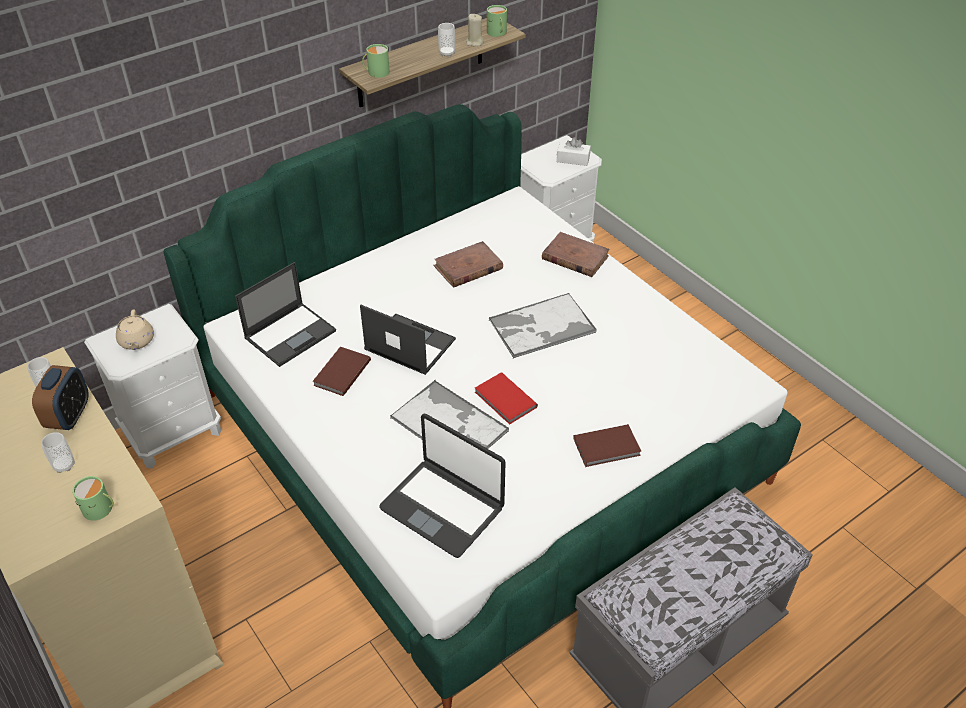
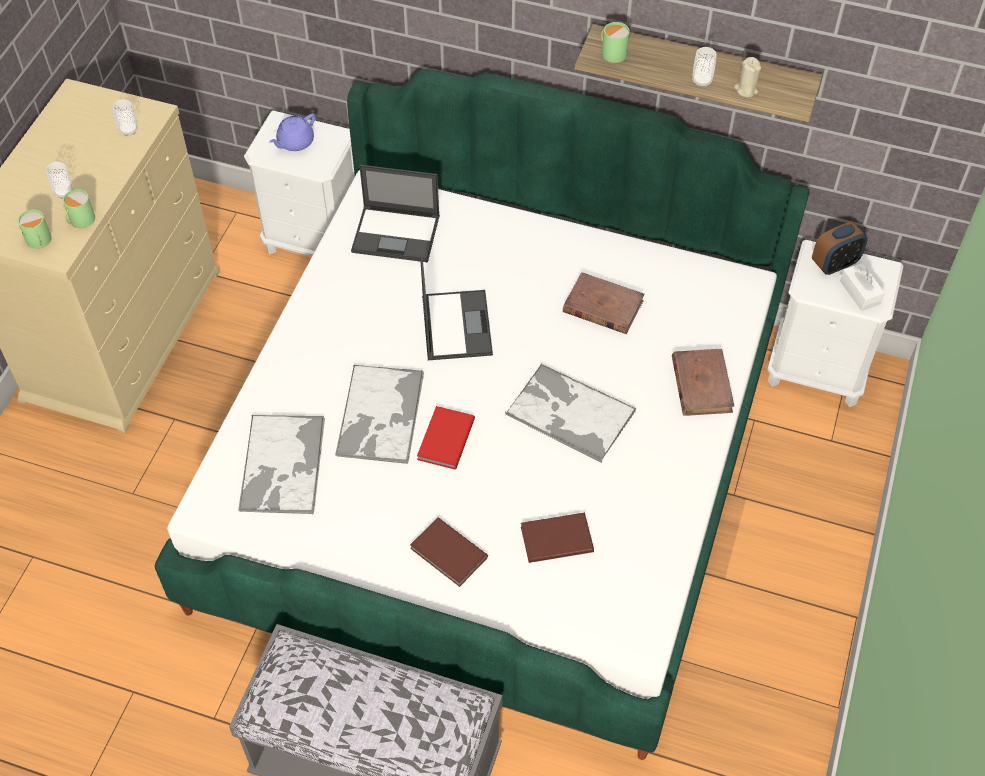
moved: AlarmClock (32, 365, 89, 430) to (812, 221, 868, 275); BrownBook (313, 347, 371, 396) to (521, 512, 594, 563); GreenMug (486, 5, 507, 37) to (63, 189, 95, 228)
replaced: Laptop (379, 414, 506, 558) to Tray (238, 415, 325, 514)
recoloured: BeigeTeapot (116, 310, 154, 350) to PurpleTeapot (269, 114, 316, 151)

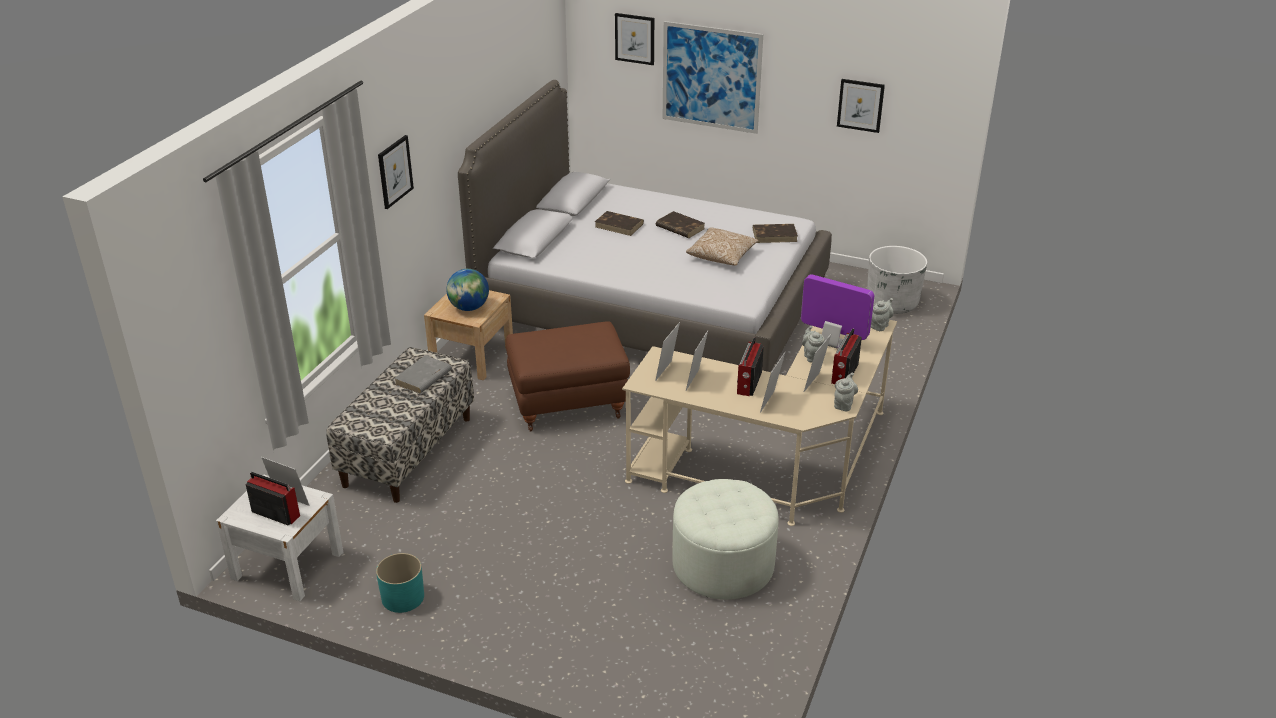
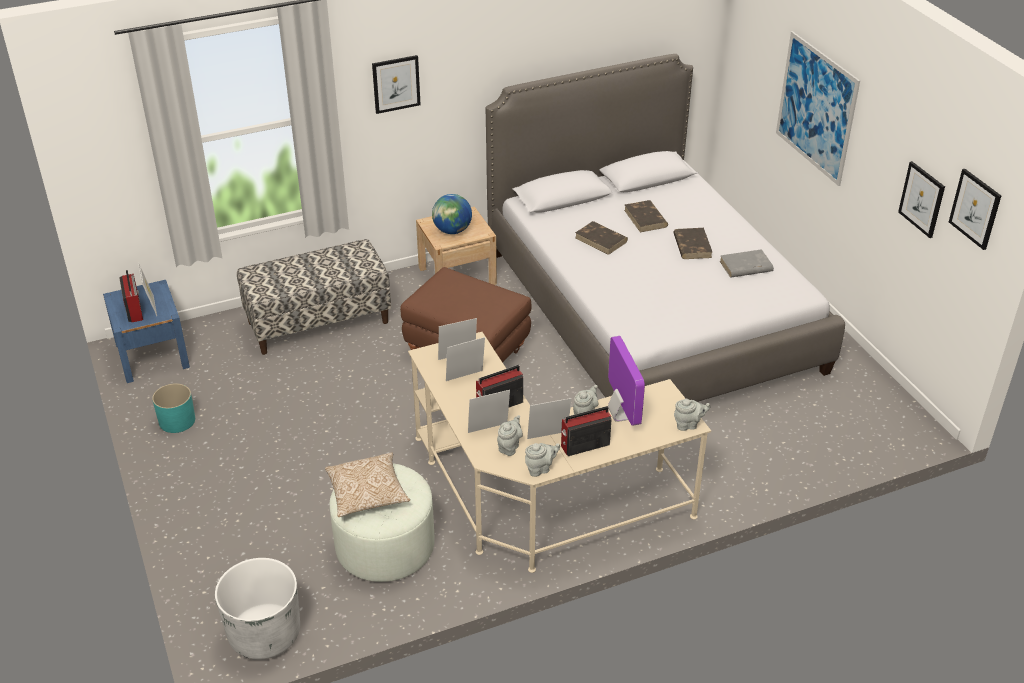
added: GreyTeapot (497, 415, 523, 456)
moved: GreyBook (394, 355, 452, 394) to (720, 249, 774, 278); Picture (615, 13, 654, 65) to (949, 169, 1001, 250); Pillow (686, 227, 759, 266) to (325, 453, 410, 517); BrownBook (753, 224, 798, 243) to (575, 221, 628, 255); WhitePlanter (867, 246, 927, 314) to (215, 558, 300, 660)
recoloured: WhiteNightstand (216, 475, 343, 601) to BlueNightstand (103, 280, 190, 383)

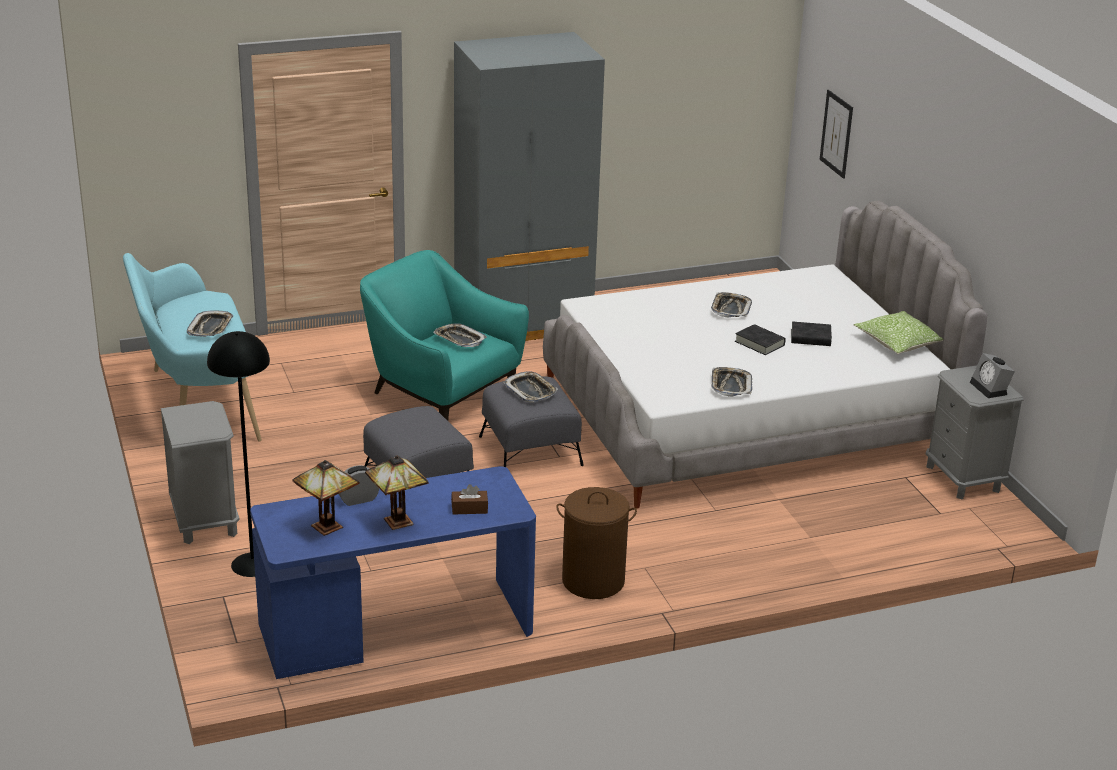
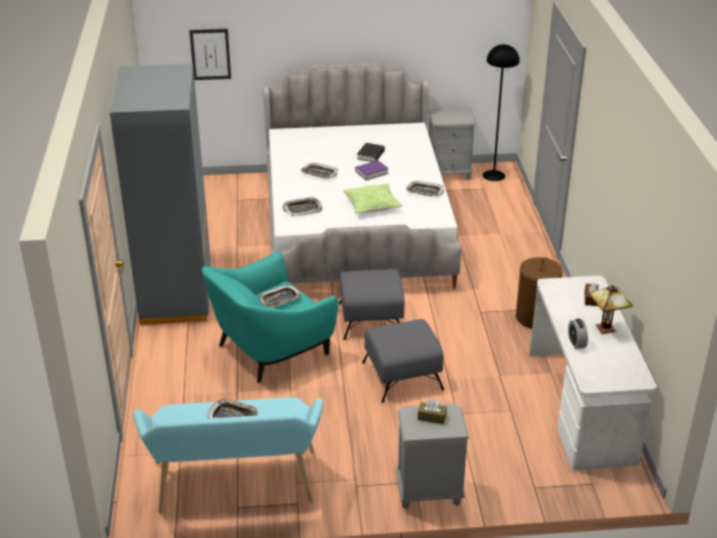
removed: TableLamp (293, 460, 360, 536); AlarmClock (970, 353, 1015, 398)
added: BrownTissueBox (418, 399, 447, 424)
moved: BlackFloorLamp (207, 331, 270, 577) to (482, 44, 520, 181); Tray (503, 371, 558, 403) to (282, 197, 322, 216); Pillow (854, 311, 943, 354) to (343, 183, 402, 214)
recoloured: BlueDesk (250, 466, 536, 679) to WhiteDesk (529, 276, 657, 470); BlackBook (735, 324, 786, 355) to PurpleBook (355, 160, 389, 181)

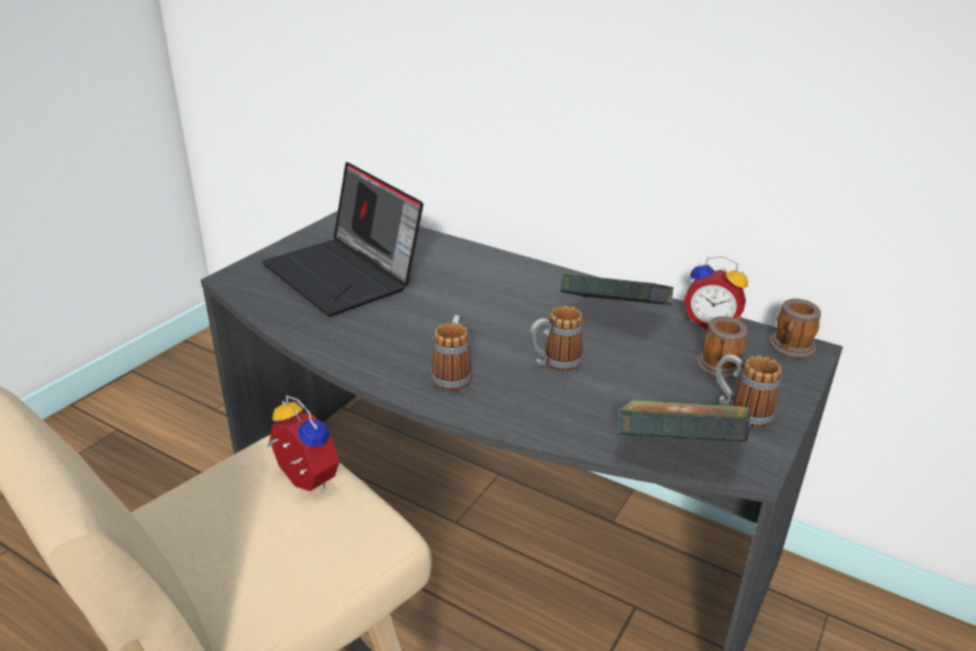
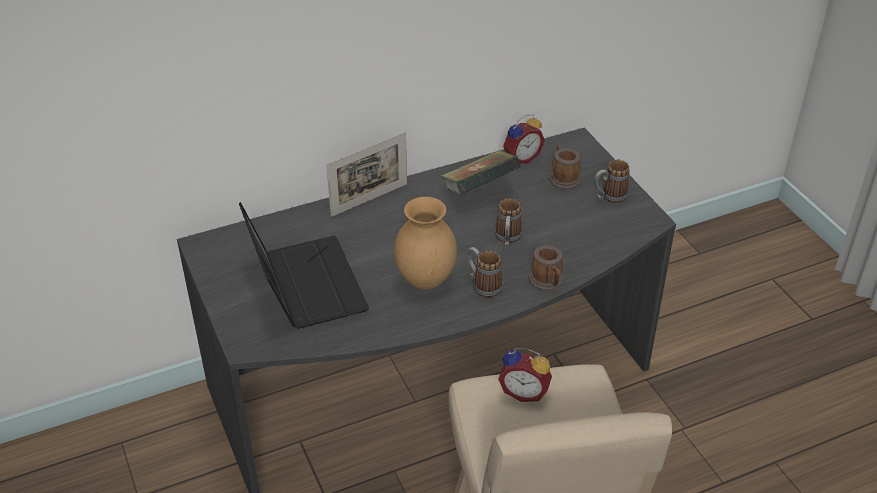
removed: Book (618, 400, 750, 442)
added: PictureFrame (326, 132, 407, 217); BrownVase (394, 197, 457, 289)
moved: Mug (769, 299, 821, 358) to (529, 245, 563, 291)
turned: Laptop (262, 162, 423, 316) = (239, 202, 369, 329) 105 degrees counterclockwise; AlarmClock (266, 395, 340, 492) = (498, 348, 552, 402) 150 degrees counterclockwise

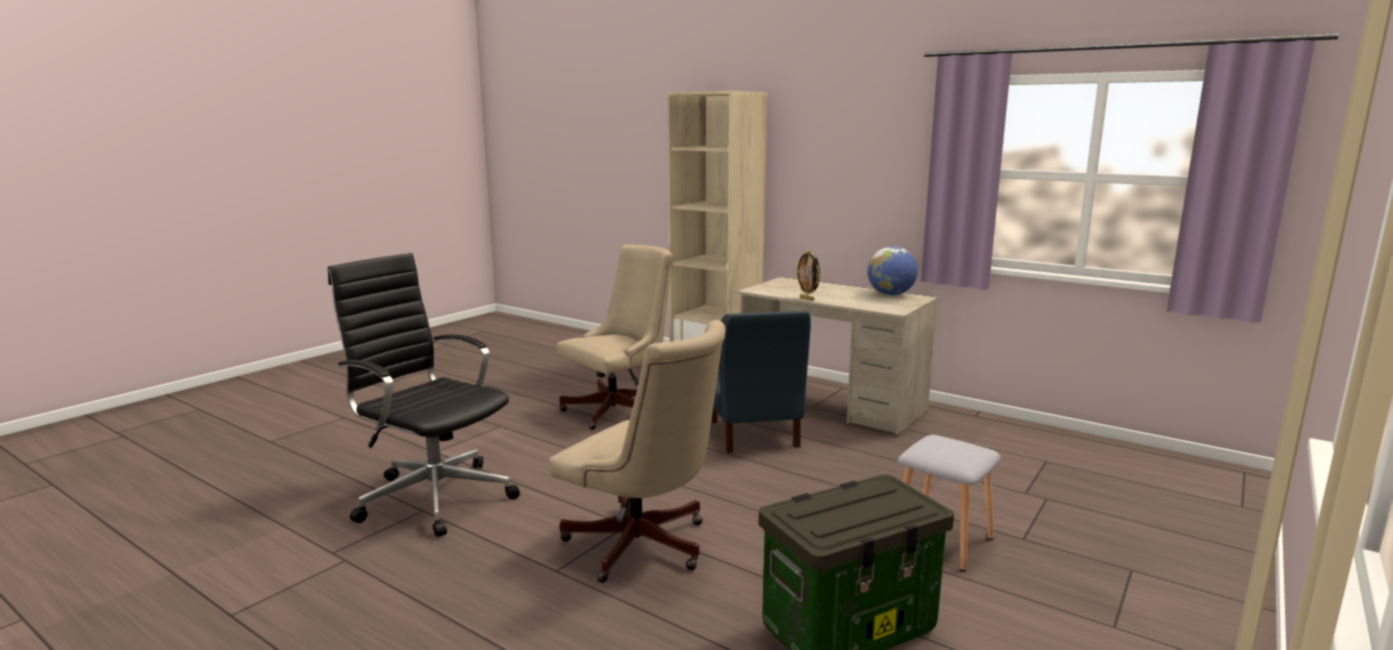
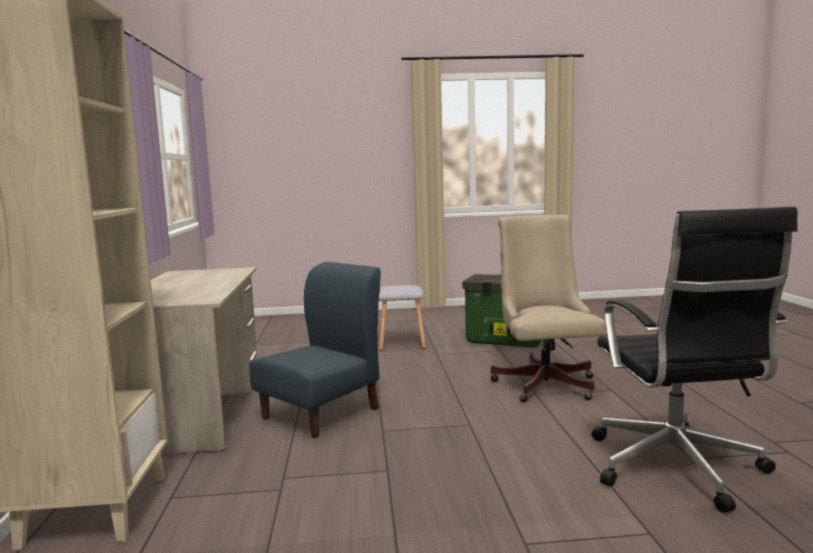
removed: BeigeOfficeChair (557, 245, 674, 430); PictureFrame (795, 250, 821, 301); Globe (868, 246, 918, 296)

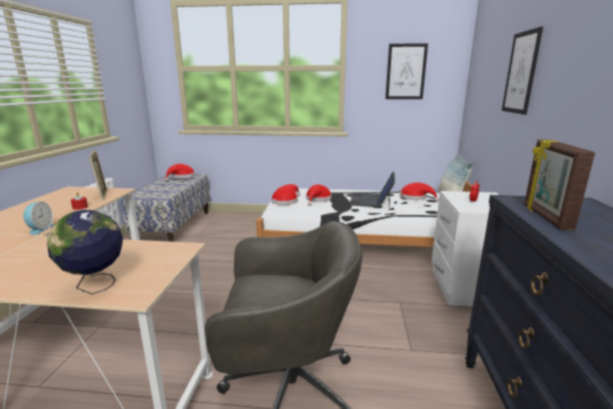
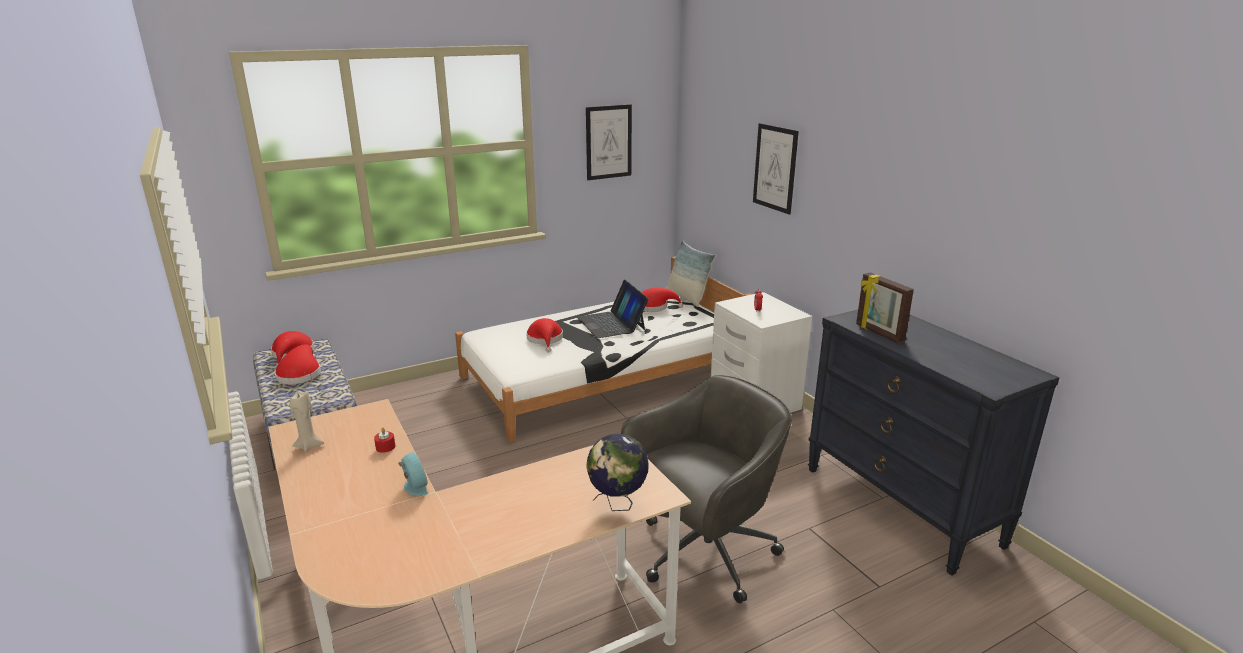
removed: PictureFrame (89, 150, 107, 200)
added: BeigeCandle (290, 391, 324, 452)
moved: RedHat (271, 184, 300, 205) to (275, 345, 321, 384)

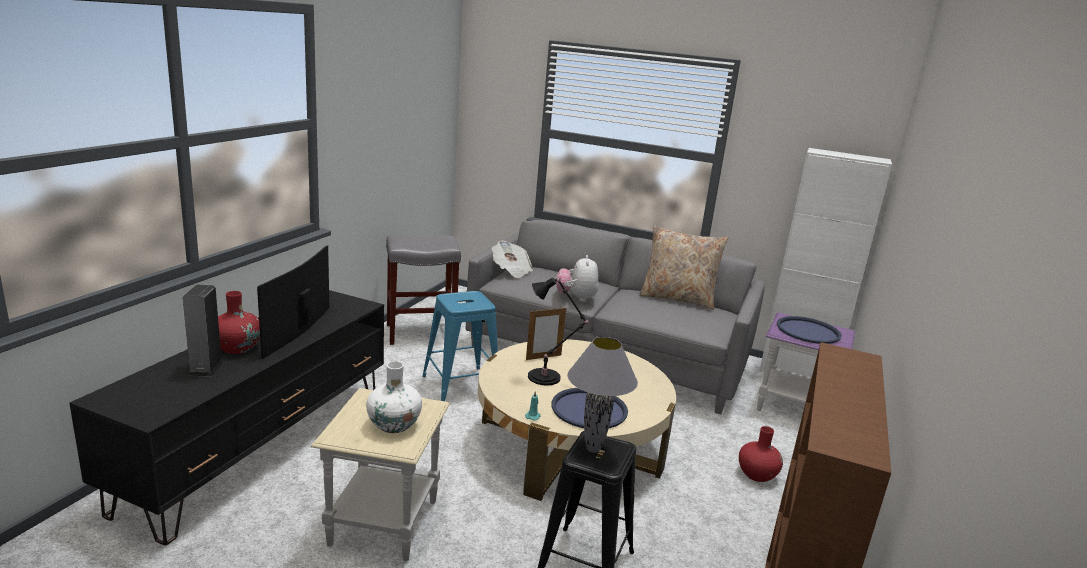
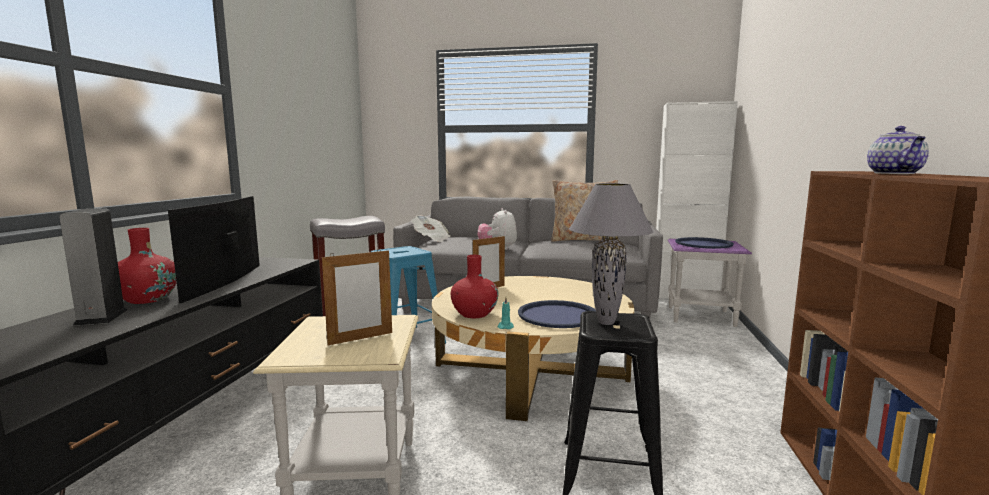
removed: BlackTableLamp (528, 278, 588, 385)
added: Teapot (867, 126, 929, 174)
moved: RedVase (739, 426, 783, 482) to (451, 255, 498, 318)
replaced: WhiteVase (366, 361, 422, 433) to PictureFrame (322, 248, 392, 345)

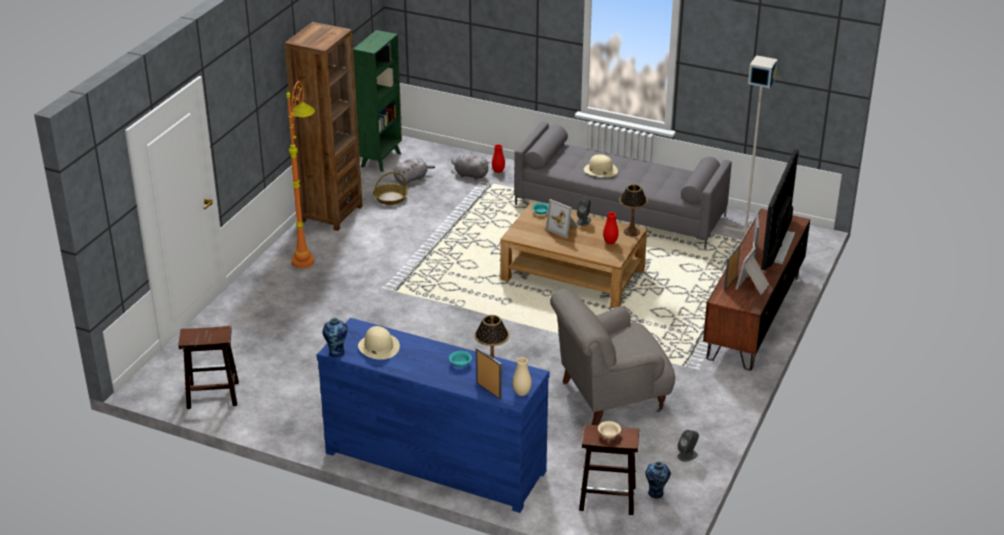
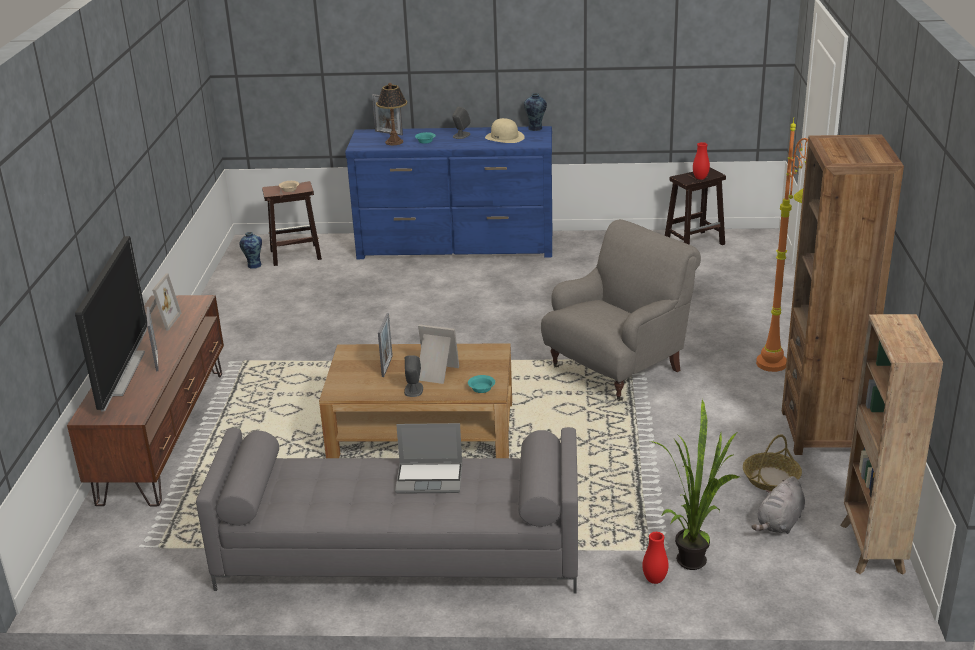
removed: BeigeVase (512, 357, 532, 396); TableLamp (619, 184, 648, 237); GreyFloorLamp (724, 55, 778, 242)
moved: GreyArmchair (550, 289, 675, 425) to (541, 219, 701, 401); RedVase (603, 212, 619, 244) to (693, 142, 710, 180); GreySpeaker (677, 430, 699, 462) to (452, 107, 471, 139); PictureFrame (724, 244, 740, 291) to (378, 313, 393, 377)
replaced: GreyPlushToy (451, 153, 490, 180) to PottedPlant (650, 399, 739, 570); BeigeHat (584, 154, 618, 177) to Laptop (395, 423, 462, 494)
recoloured: GreenBookcase (353, 30, 402, 172) to BrownBookcase (840, 314, 943, 575)

